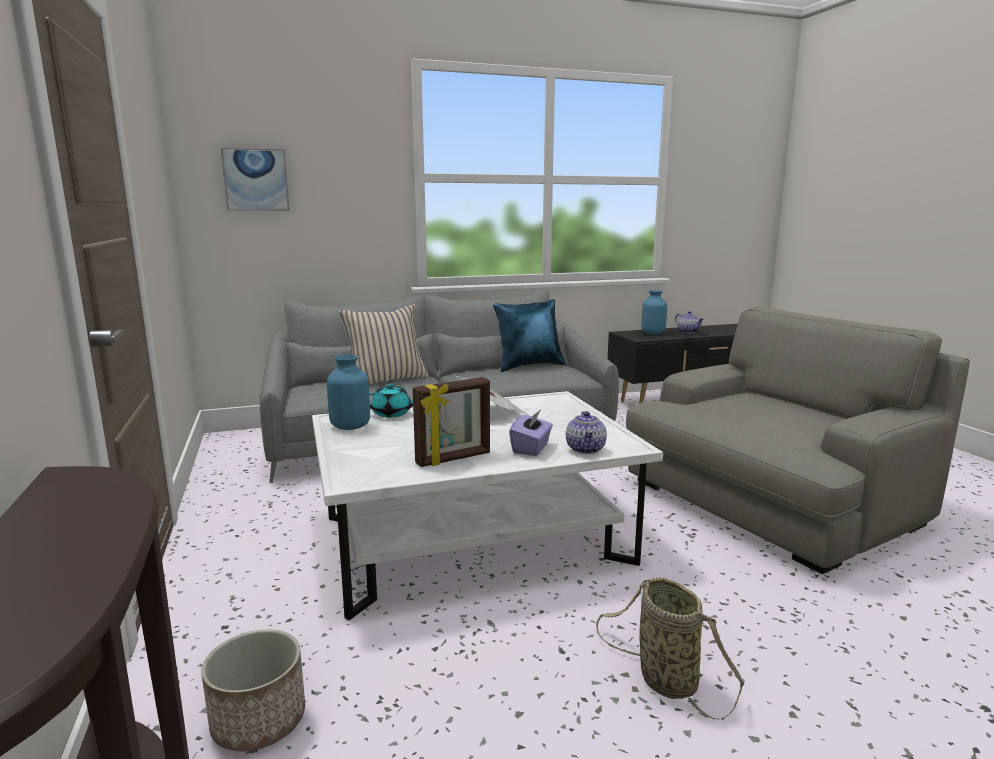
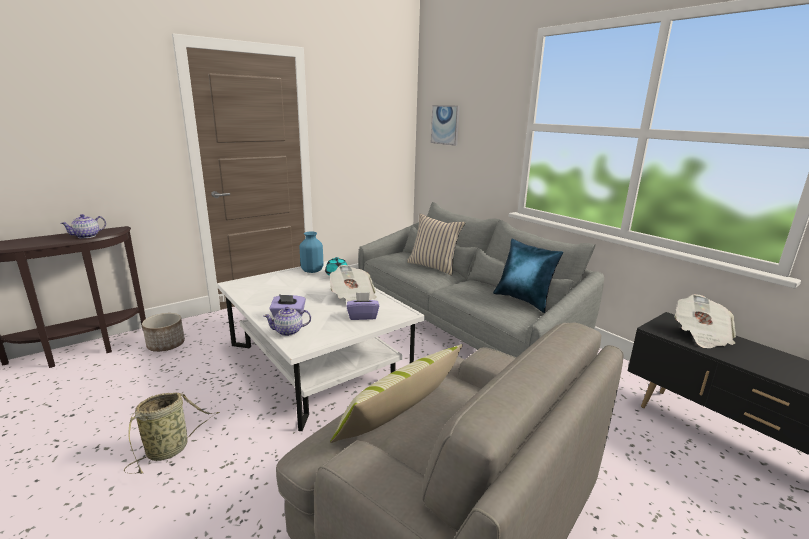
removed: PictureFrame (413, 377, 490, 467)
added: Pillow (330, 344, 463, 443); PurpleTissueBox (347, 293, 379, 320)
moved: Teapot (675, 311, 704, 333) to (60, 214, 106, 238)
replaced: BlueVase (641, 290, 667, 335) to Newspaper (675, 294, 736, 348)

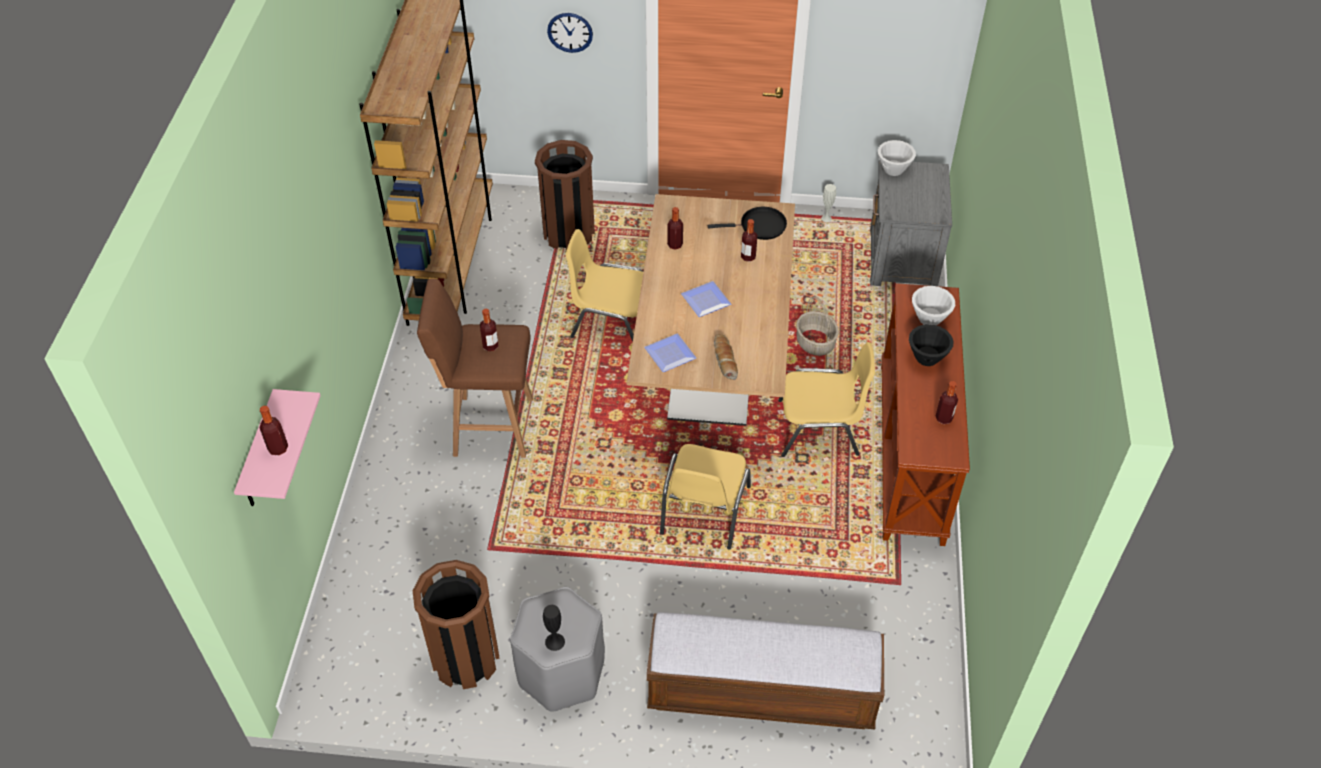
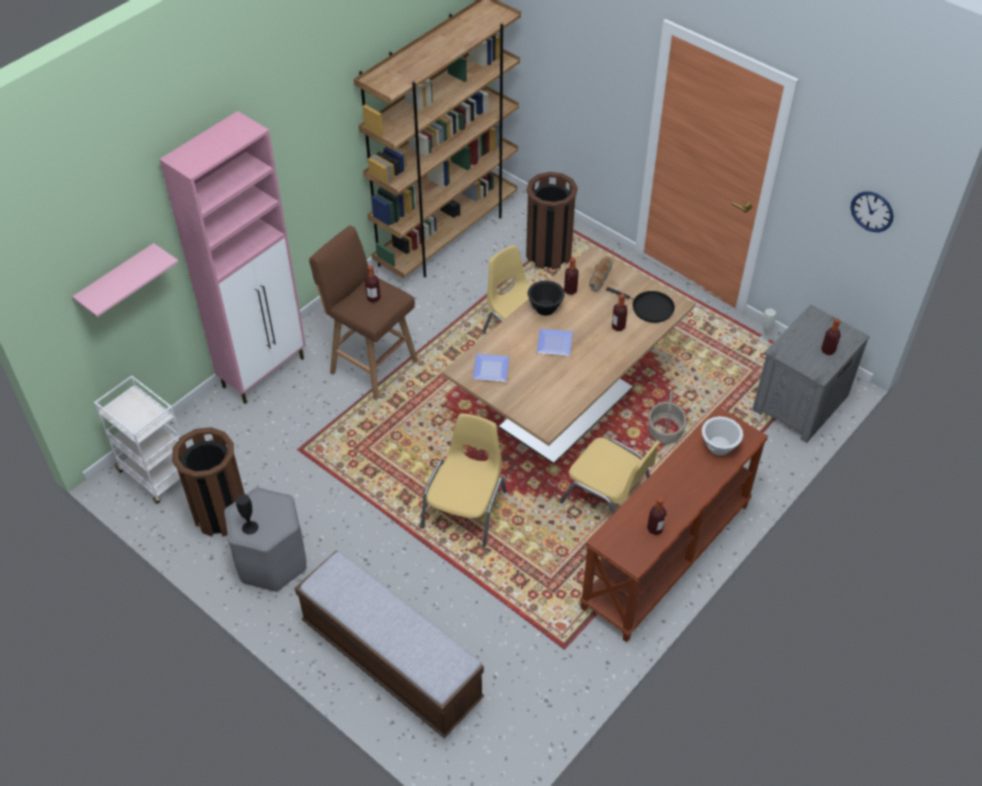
removed: WhiteBowl (878, 140, 916, 176)
added: WhiteCart (94, 375, 181, 504); PinkCabinet (159, 111, 306, 404)
moved: Bottle (260, 406, 288, 456) to (821, 318, 841, 355); WallClock (547, 13, 593, 53) to (850, 191, 894, 232); Bread (714, 334, 738, 380) to (589, 257, 612, 292); BlackBowl (909, 324, 954, 366) to (527, 281, 565, 316)
turned: YellowChair (660, 444, 751, 550) = (421, 414, 507, 547) 150 degrees clockwise

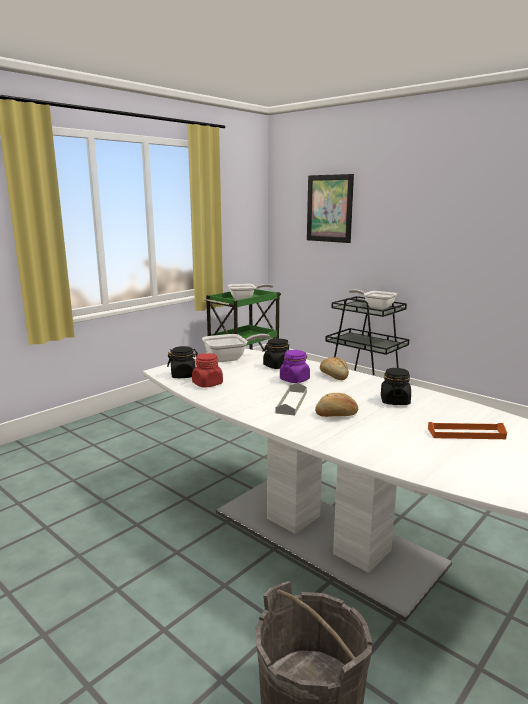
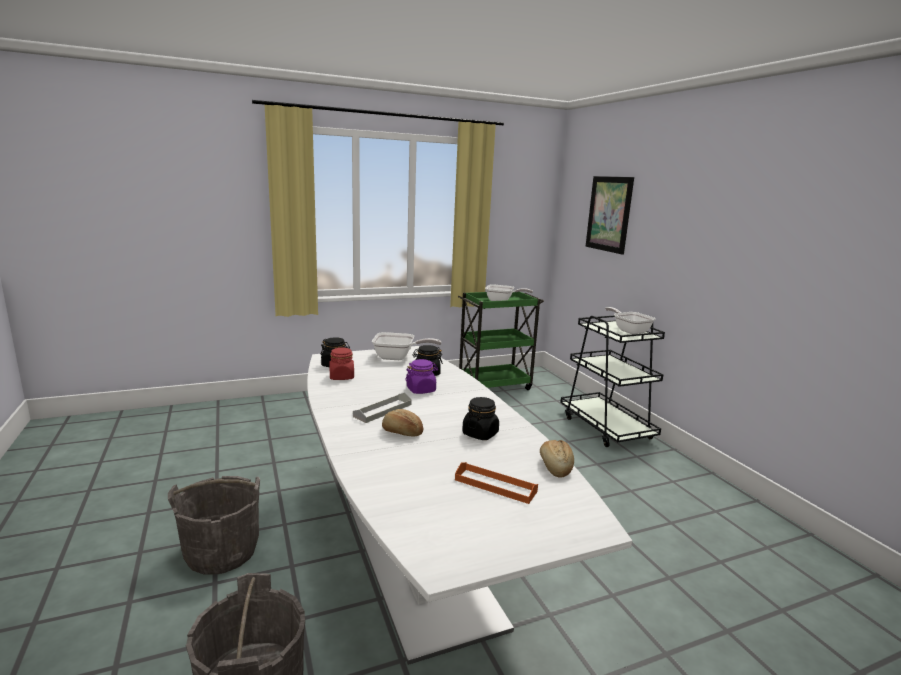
added: GreyBucket (168, 476, 260, 574)
moved: Bread (320, 357, 349, 380) to (540, 440, 574, 478)

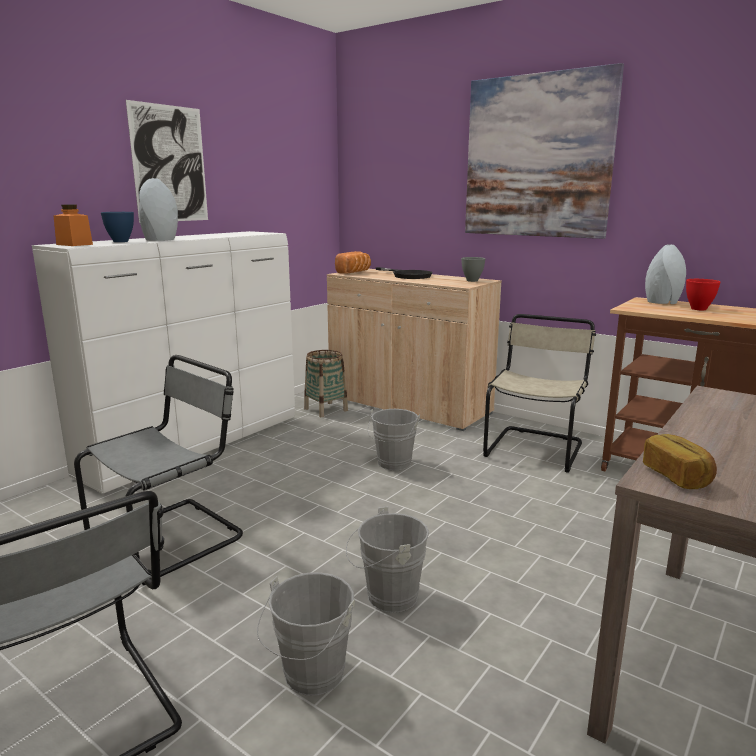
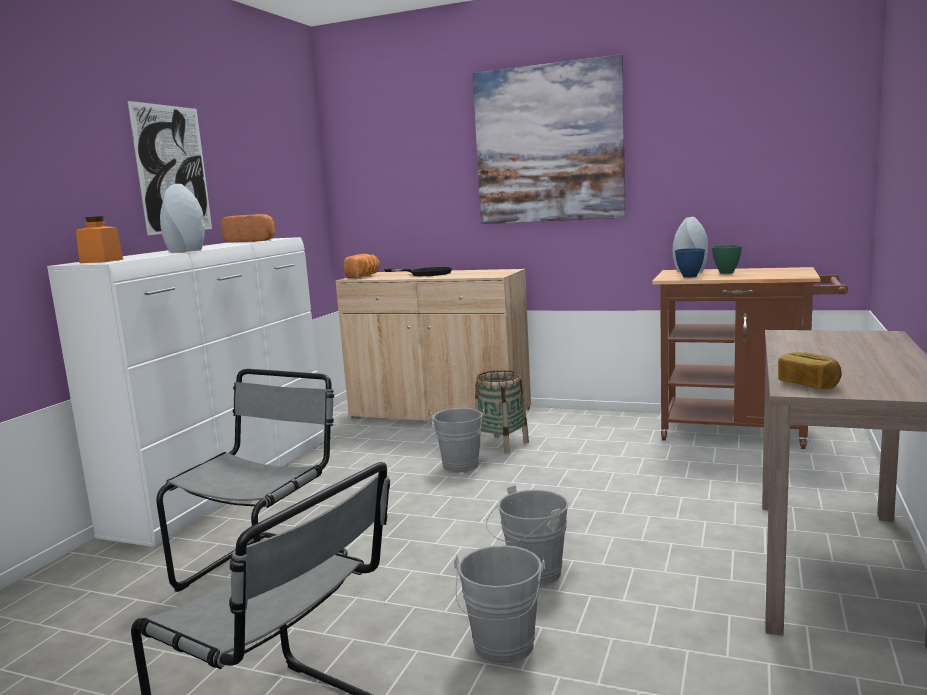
removed: GreyBowl (461, 257, 485, 282); BeigeChair (483, 314, 596, 473)
added: Bread (221, 214, 275, 243)
moved: BlueBowl (101, 212, 134, 242) to (675, 248, 705, 278); Basket (304, 350, 348, 418) to (475, 370, 529, 454)
recoloured: RedBowl (686, 279, 720, 310) to GreenBowl (712, 245, 742, 274)

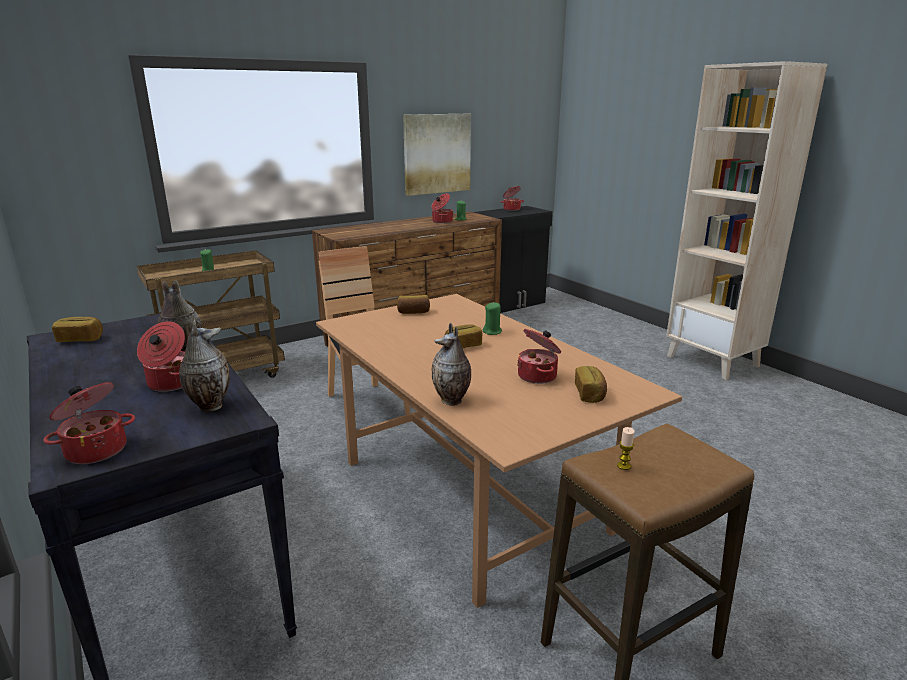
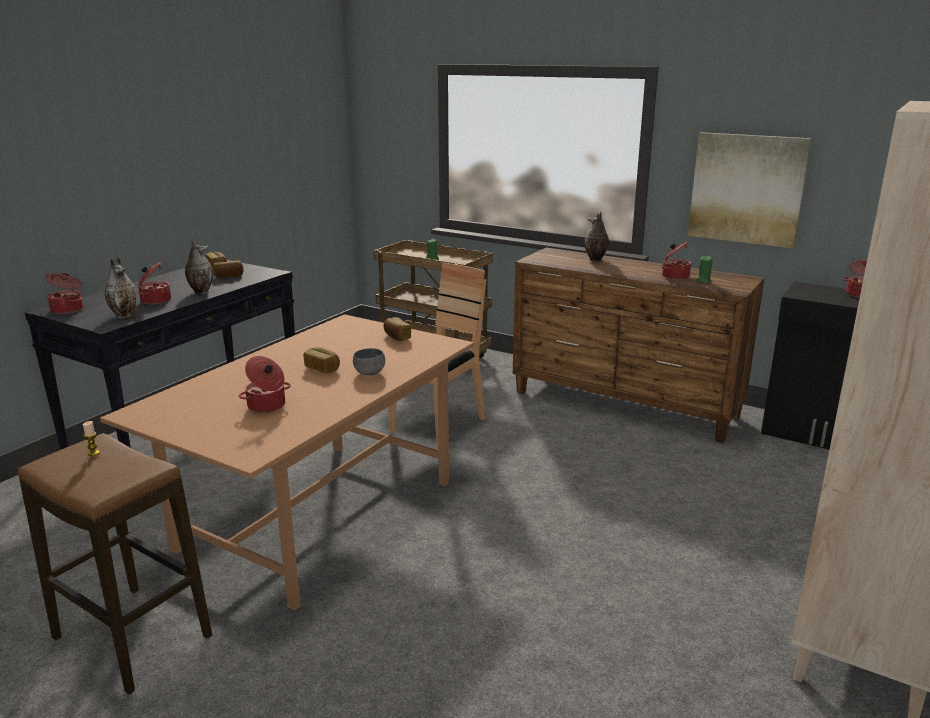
moved: Vase (431, 323, 471, 406) to (584, 212, 609, 262); Bread (575, 366, 607, 403) to (214, 260, 243, 278)
replaced: GreenCandle (483, 302, 502, 335) to GreyBowl (353, 348, 385, 375)

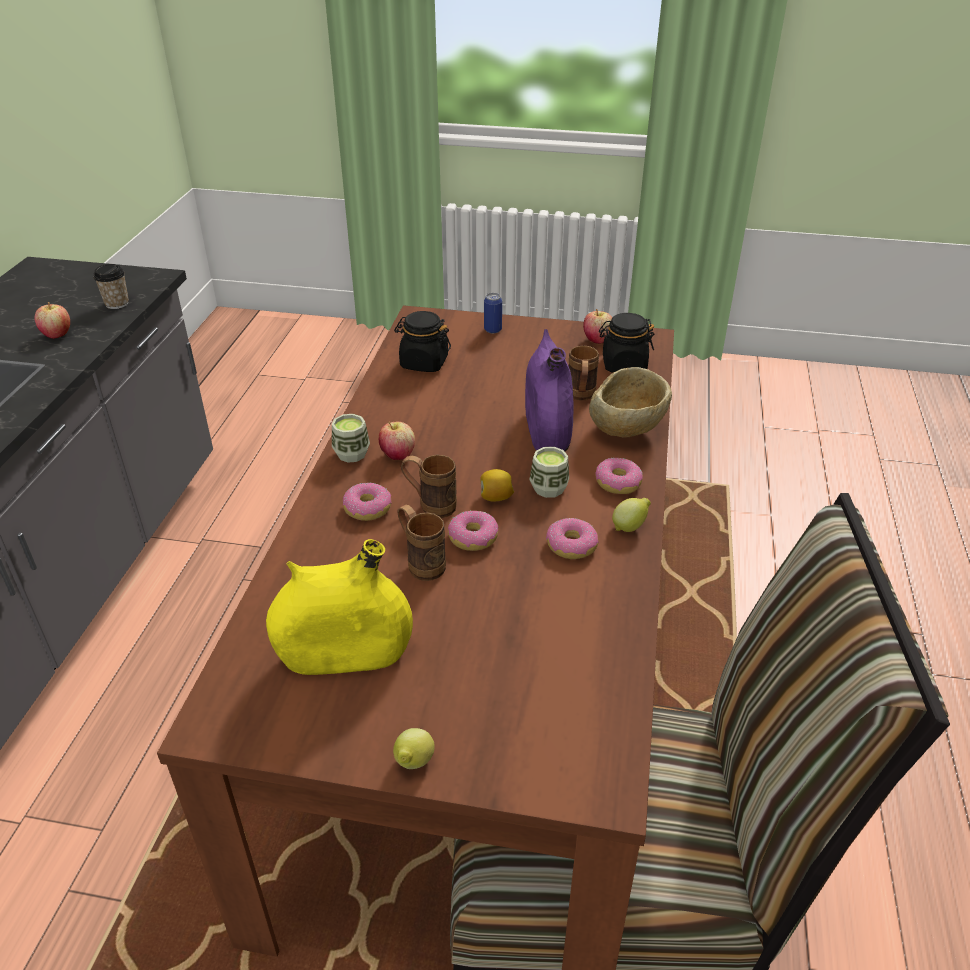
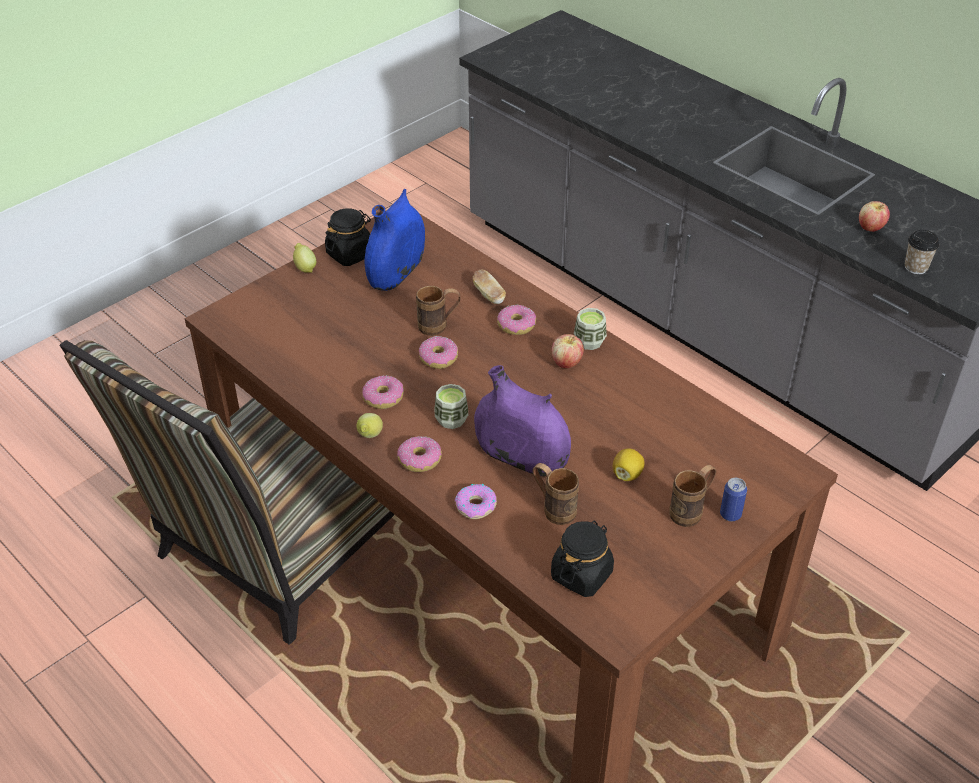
removed: Apple (583, 309, 612, 344)
added: Bread (473, 269, 506, 304)
moved: BlackJar (394, 311, 451, 372) to (325, 208, 371, 266); BrownMug (401, 455, 457, 518) to (669, 465, 717, 527); Lemon (480, 469, 514, 502) to (613, 449, 645, 481)
replaced: BeigeBowl (589, 367, 672, 438) to Donut (455, 484, 497, 519)
recoloured: YellowVase (266, 539, 413, 675) to BlueVase (364, 189, 425, 291)

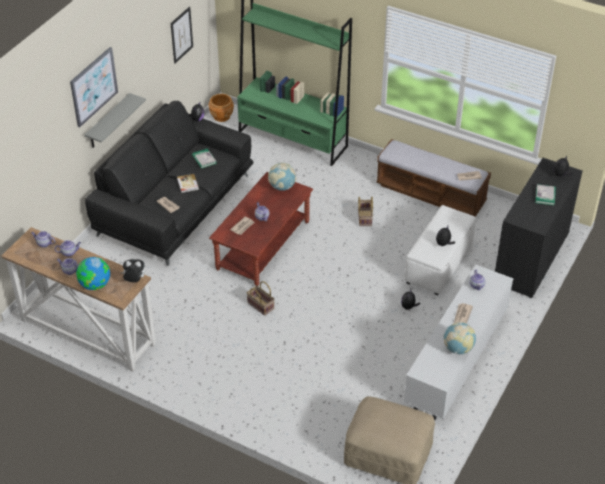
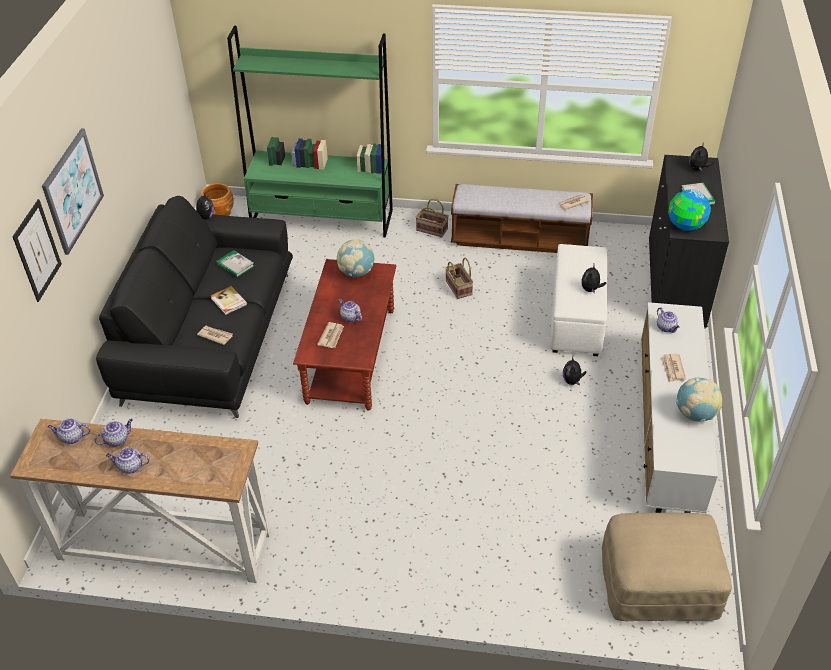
removed: GreyShelf (85, 93, 146, 148); PlushToy (121, 259, 145, 282)
moved: Globe (76, 257, 110, 290) to (668, 189, 711, 231); Picture (171, 6, 193, 64) to (12, 199, 62, 302); Basket (247, 281, 274, 316) to (416, 199, 449, 237)

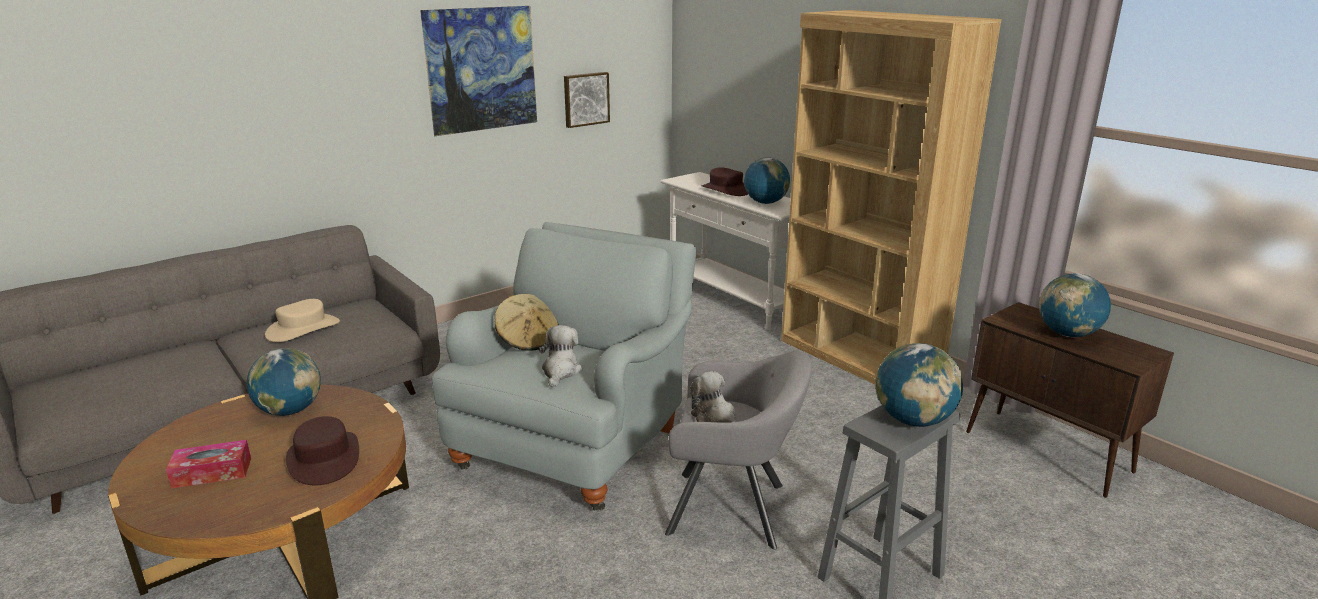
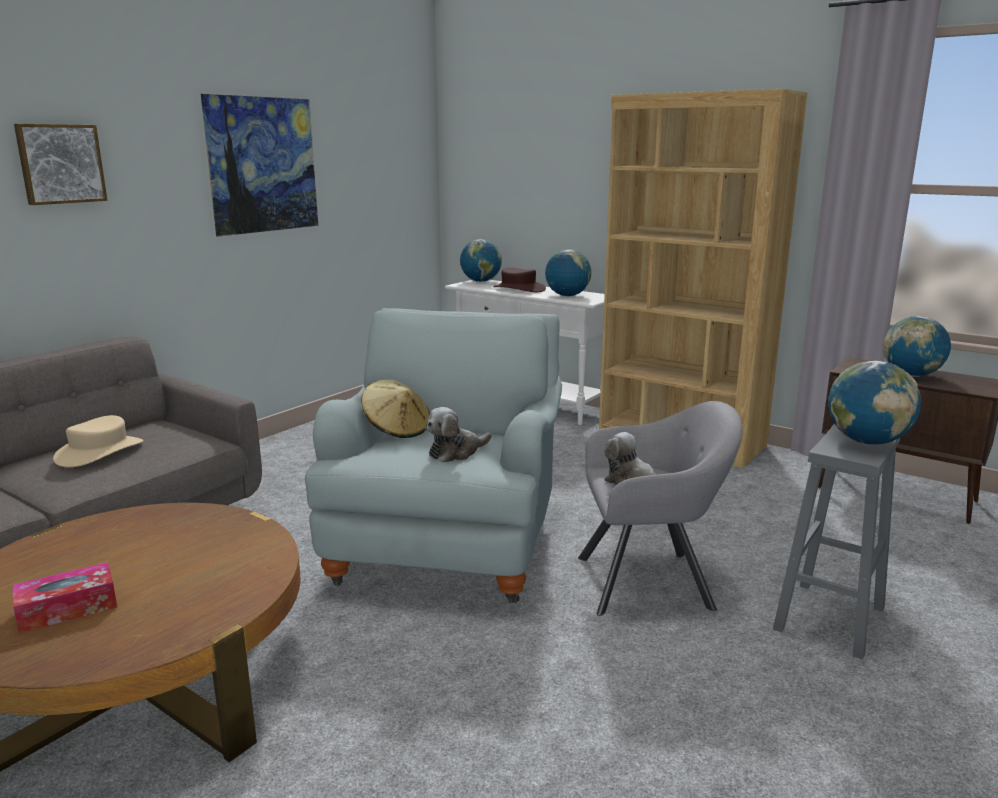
removed: BrownHat (286, 416, 359, 485)
moved: Globe (246, 348, 321, 416) to (460, 239, 502, 282); Picture (564, 72, 610, 128) to (14, 124, 108, 205)
turned: PlushToy (539, 325, 582, 388) = (427, 407, 492, 463) 120 degrees counterclockwise

